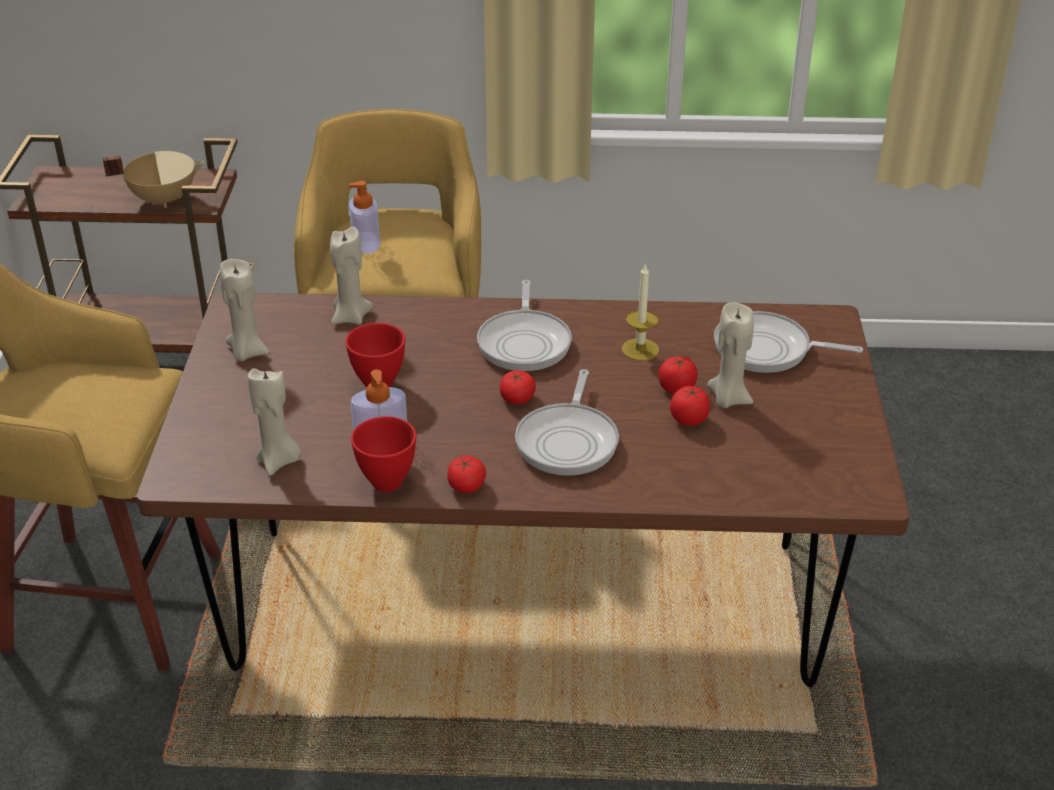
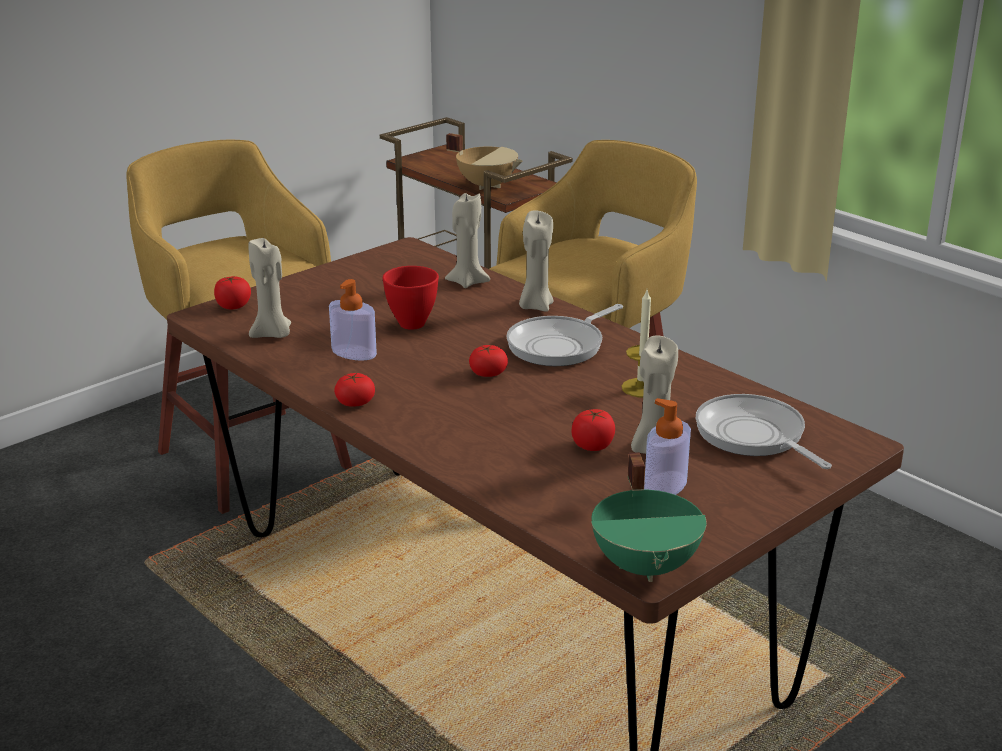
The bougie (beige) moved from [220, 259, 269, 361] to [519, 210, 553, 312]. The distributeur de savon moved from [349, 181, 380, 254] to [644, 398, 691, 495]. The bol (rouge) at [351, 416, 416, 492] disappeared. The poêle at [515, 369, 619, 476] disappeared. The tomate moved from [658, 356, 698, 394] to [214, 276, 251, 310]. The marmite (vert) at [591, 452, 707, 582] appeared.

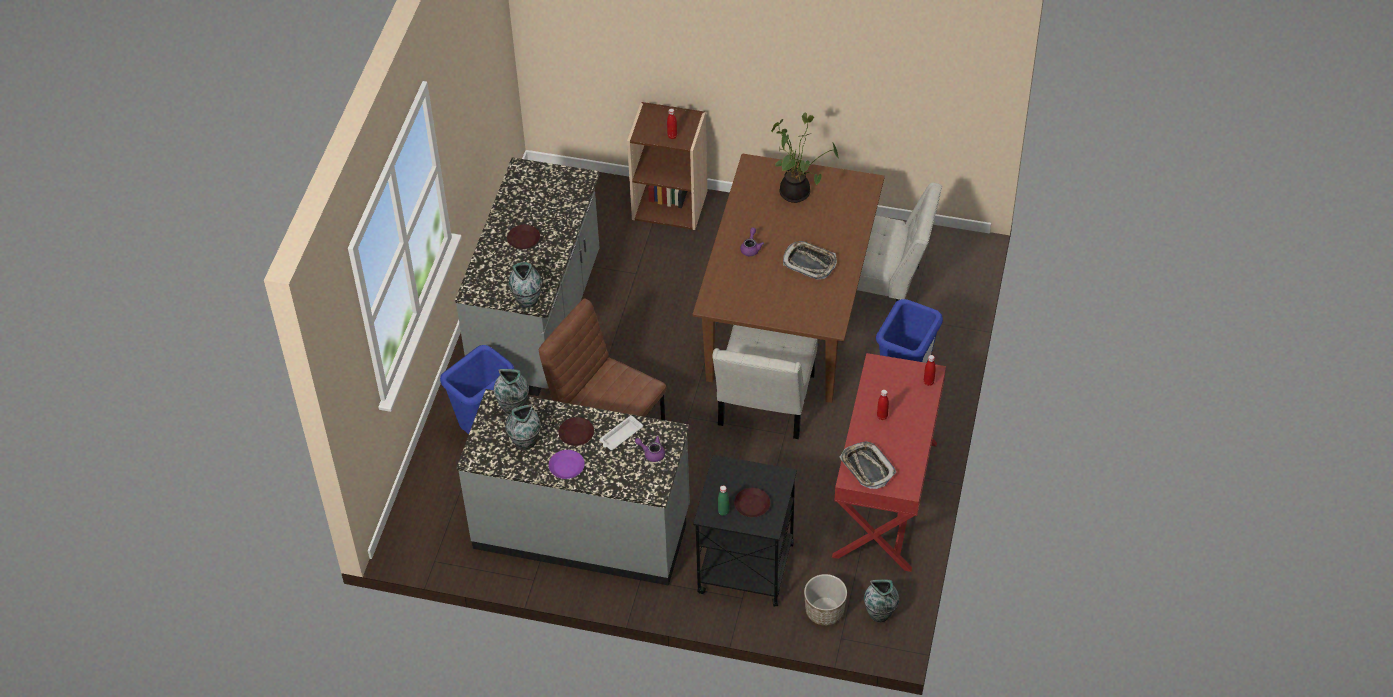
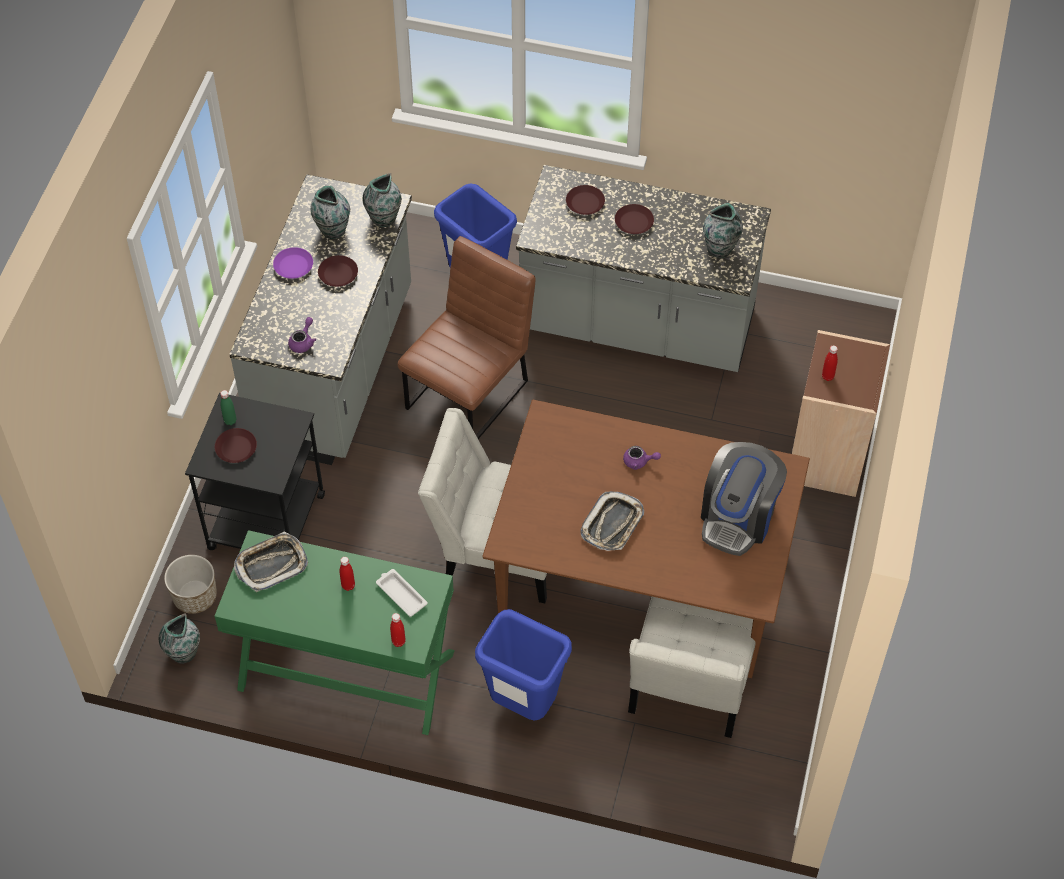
The vase moved from [508, 262, 542, 308] to [703, 203, 743, 258]. The plateau (blanc) moved from [599, 415, 643, 450] to [376, 569, 428, 617]. The plante en pot at [771, 113, 839, 203] was replaced by the machine à café at [701, 442, 787, 556]. The bureau (rouge) at [832, 353, 946, 572] became the bureau (vert) at [214, 530, 455, 735]. The assiette (marron) at [566, 185, 605, 215] appeared.

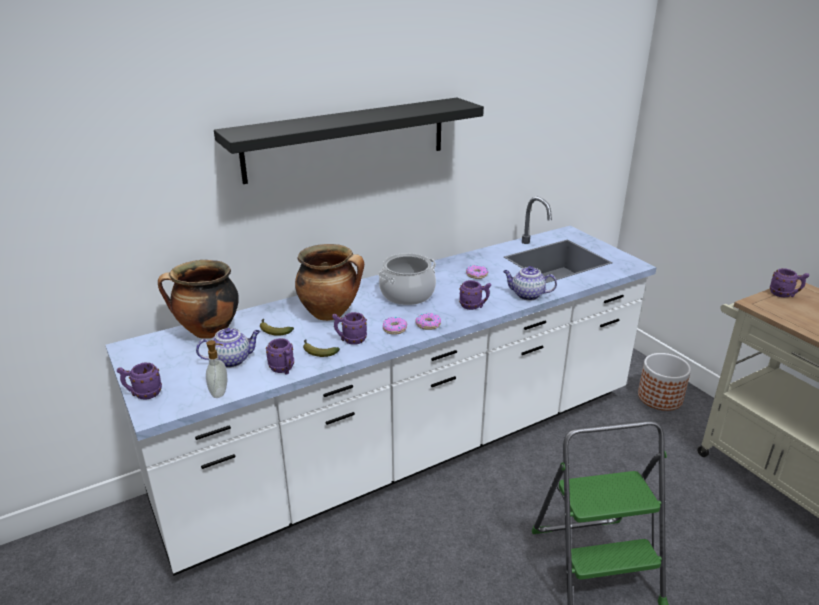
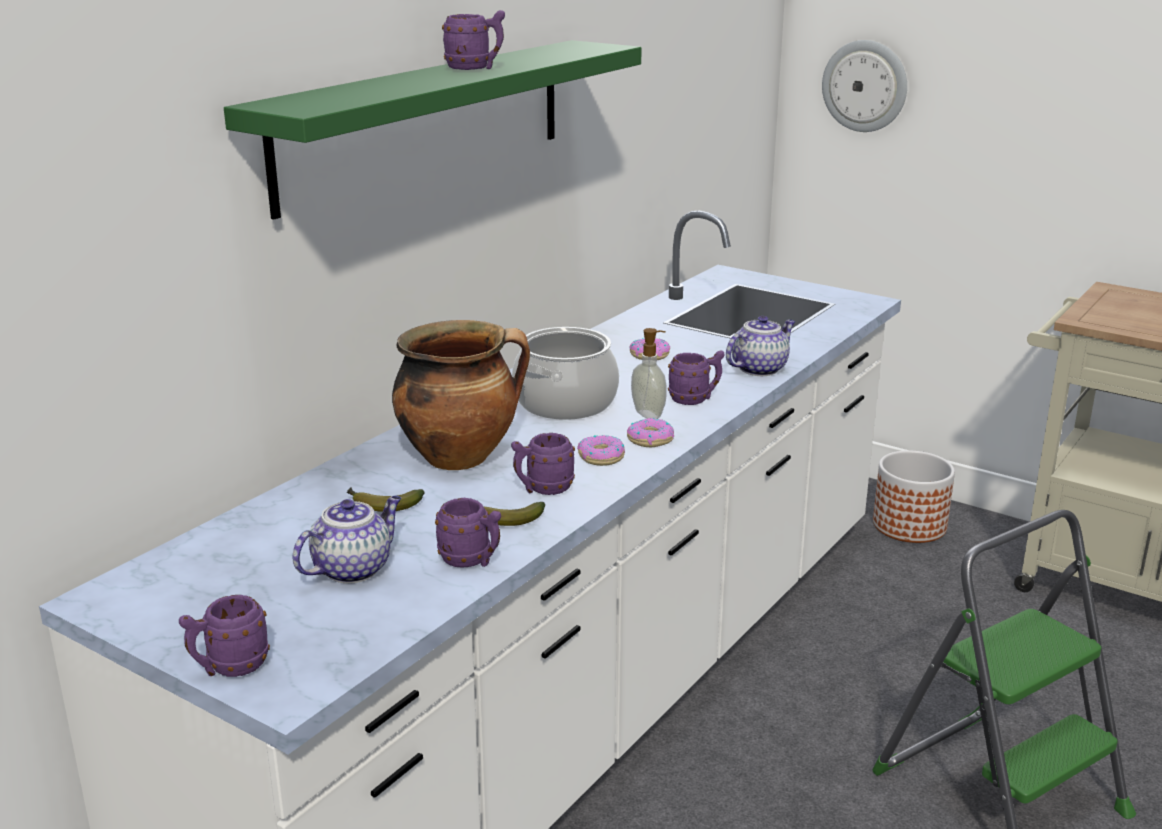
The marmite at [158, 260, 239, 339] disappeared. The distributeur de savon moved from [206, 340, 227, 398] to [631, 328, 667, 419]. The étagère (noir) at [214, 98, 484, 184] became the étagère (vert) at [224, 40, 642, 220]. The théière at [503, 266, 557, 300] turned 150 degrees clockwise. The mug (violet) moved from [770, 268, 809, 297] to [442, 10, 505, 70]. The horloge murale at [822, 40, 907, 132] appeared.

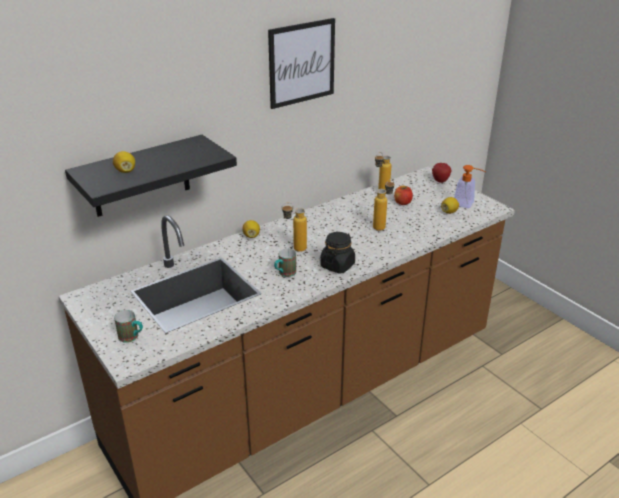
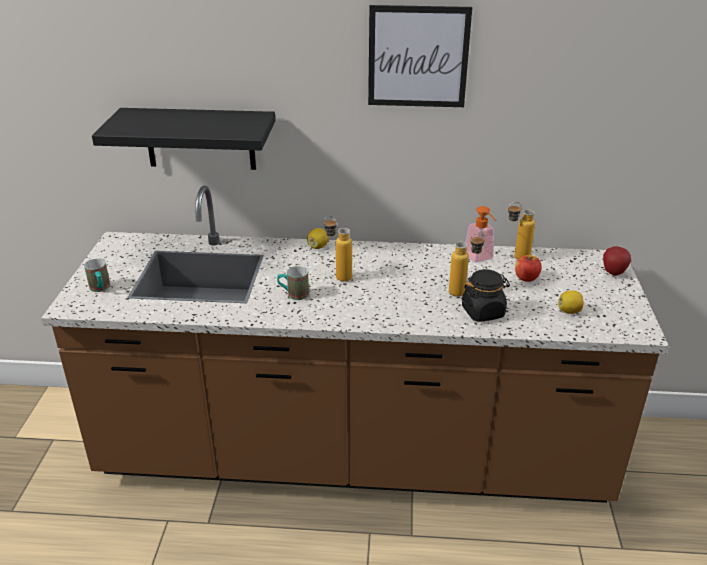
The citron at [113, 151, 135, 173] disappeared. The bocal (noir) moved from [320, 232, 355, 274] to [462, 269, 510, 322]. The distributeur de savon moved from [454, 165, 486, 208] to [465, 206, 496, 263].

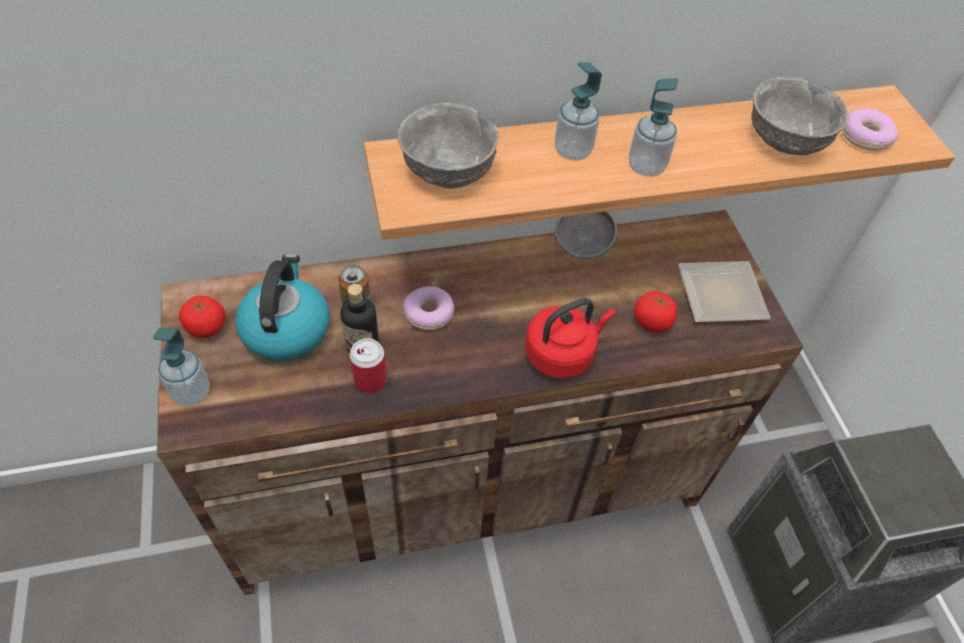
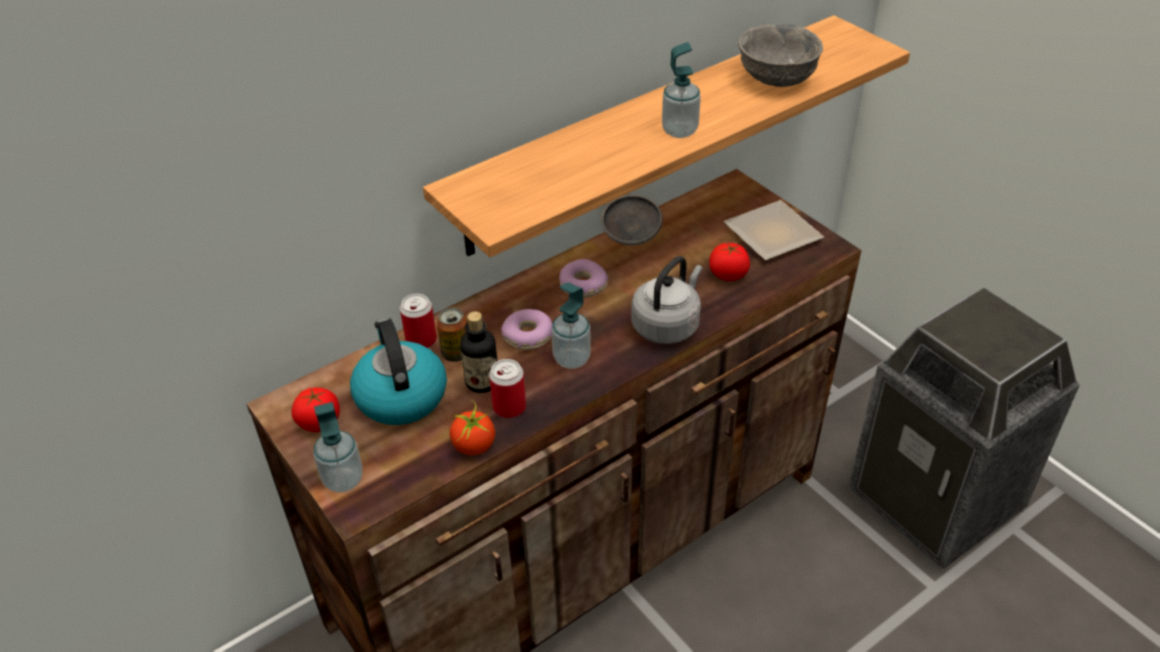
The bol (gris) at [397, 103, 499, 189] disappeared. The bouilloire (rouge) at [525, 298, 616, 378] became the bouilloire (gris) at [631, 256, 702, 344]. The distributeur de savon moved from [555, 62, 602, 161] to [552, 282, 591, 369]. The beignet moved from [842, 109, 898, 151] to [559, 259, 608, 298]. The boîte métallique at [400, 294, 437, 348] appeared. The tomate at [450, 401, 495, 455] appeared.

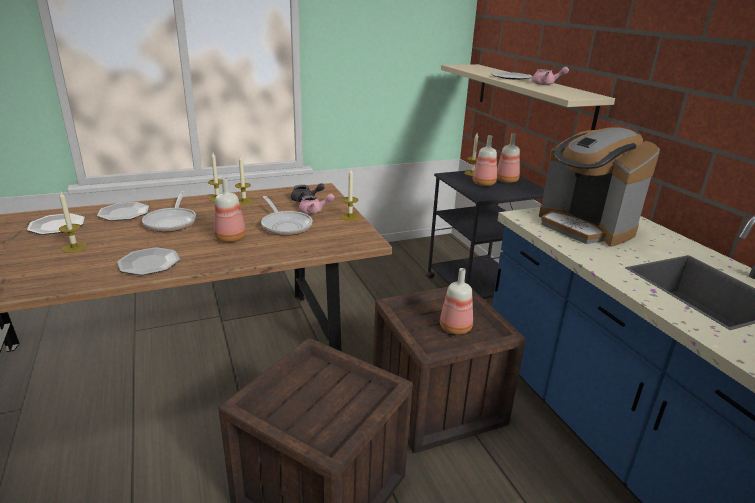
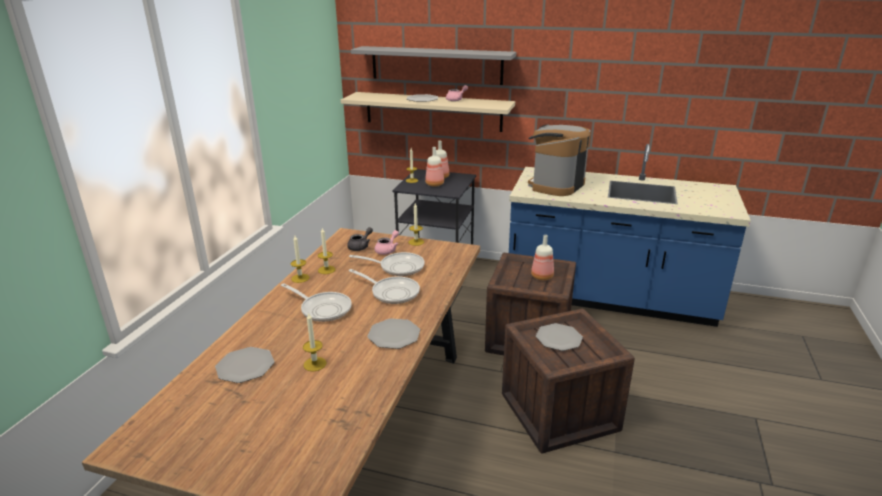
The assiette moved from [97, 202, 149, 221] to [536, 323, 583, 351]. The bouteille at [214, 178, 246, 242] was replaced by the poêle at [349, 269, 420, 304]. The machine à café at [539, 127, 660, 247] turned 120 degrees clockwise. The étagère (gris) at [351, 46, 516, 85] appeared.

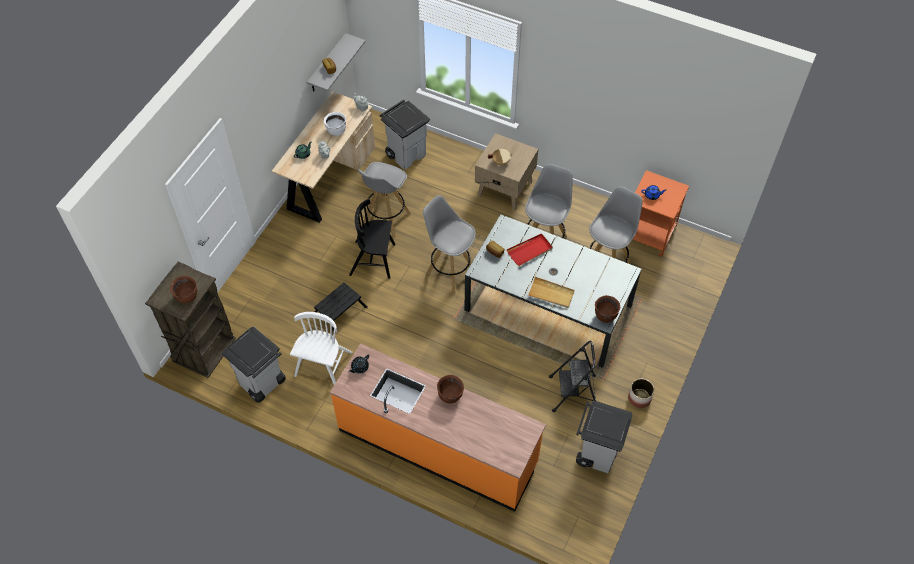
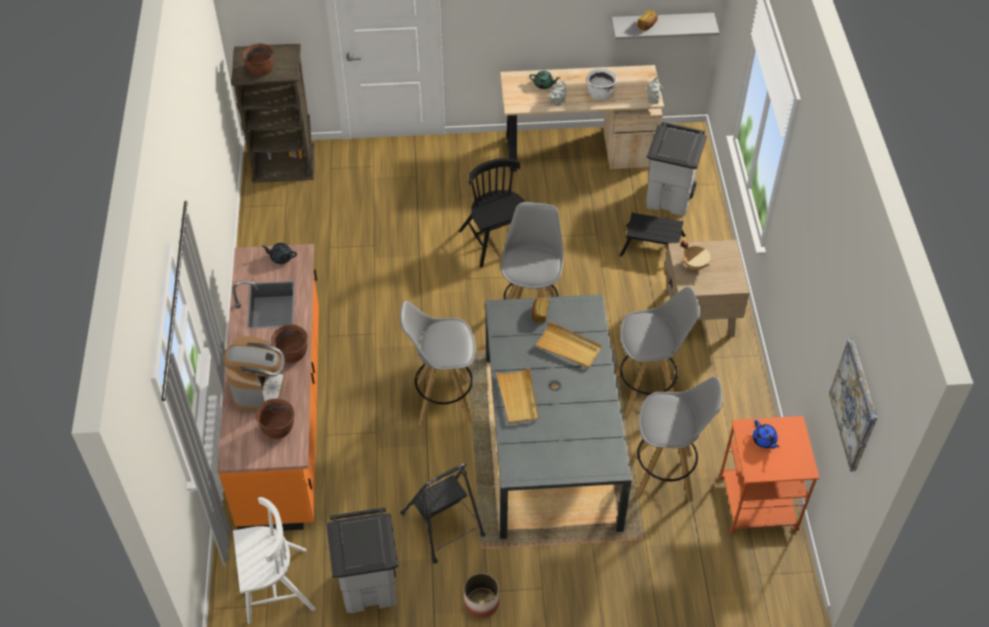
The poubelle (gris) at [222, 326, 286, 403] disappeared. The chaise (blanc) moved from [290, 312, 352, 385] to [233, 497, 316, 624]. The escabeau (noir) moved from [314, 282, 368, 333] to [619, 212, 686, 257]. The tabouret (gris) moved from [358, 162, 411, 238] to [400, 301, 476, 426]. The plateau (rouge) at [507, 234, 553, 266] became the plateau (beige) at [535, 321, 602, 369]. The marmite (marron) moved from [595, 295, 620, 323] to [256, 398, 294, 439]. The machine à café at [223, 336, 285, 412] appeared. The tableau at [829, 339, 877, 472] appeared.

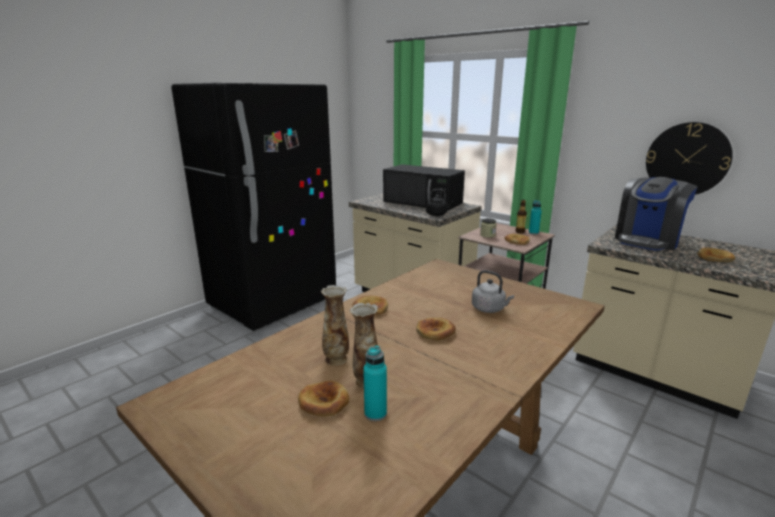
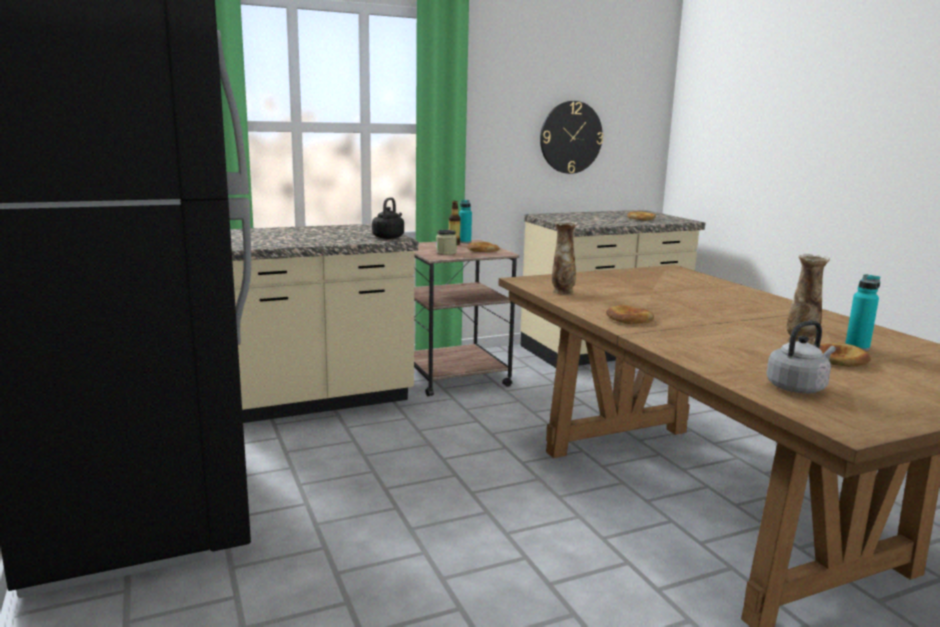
The vase moved from [321, 285, 349, 366] to [552, 221, 578, 295]. The micro-ondes (noir) at [383, 164, 465, 211] disappeared. The pain at [416, 318, 456, 340] disappeared. The bouilloire (gris) moved from [472, 270, 514, 313] to [766, 321, 836, 393]. The machine à café at [615, 177, 697, 251] disappeared.

